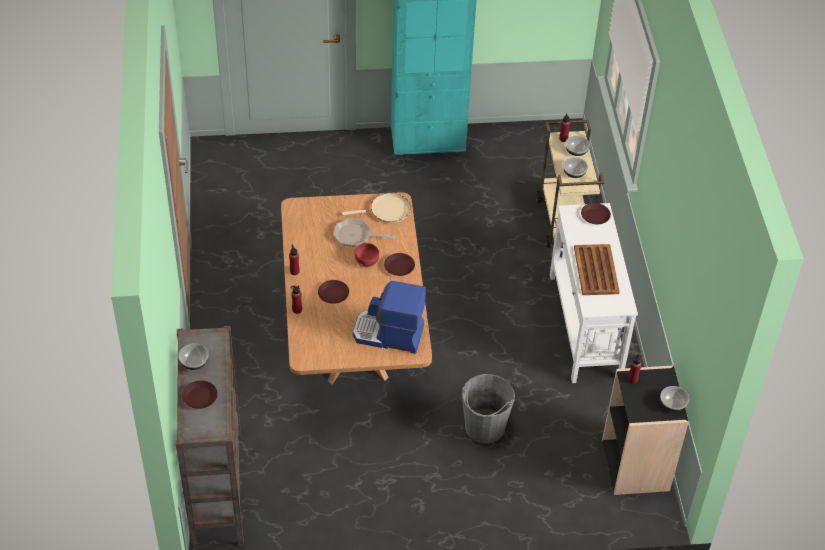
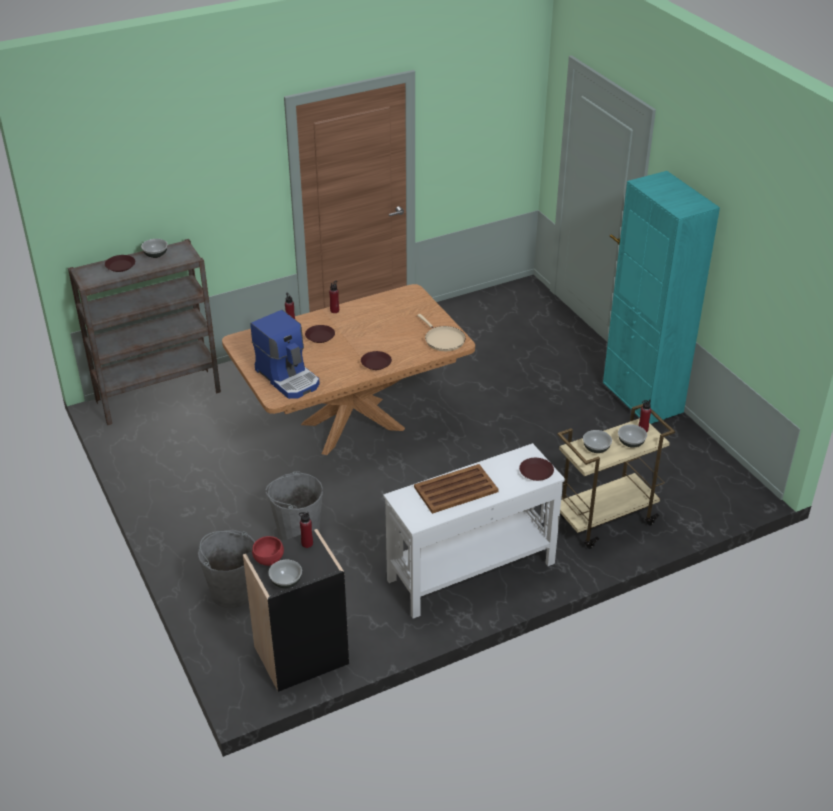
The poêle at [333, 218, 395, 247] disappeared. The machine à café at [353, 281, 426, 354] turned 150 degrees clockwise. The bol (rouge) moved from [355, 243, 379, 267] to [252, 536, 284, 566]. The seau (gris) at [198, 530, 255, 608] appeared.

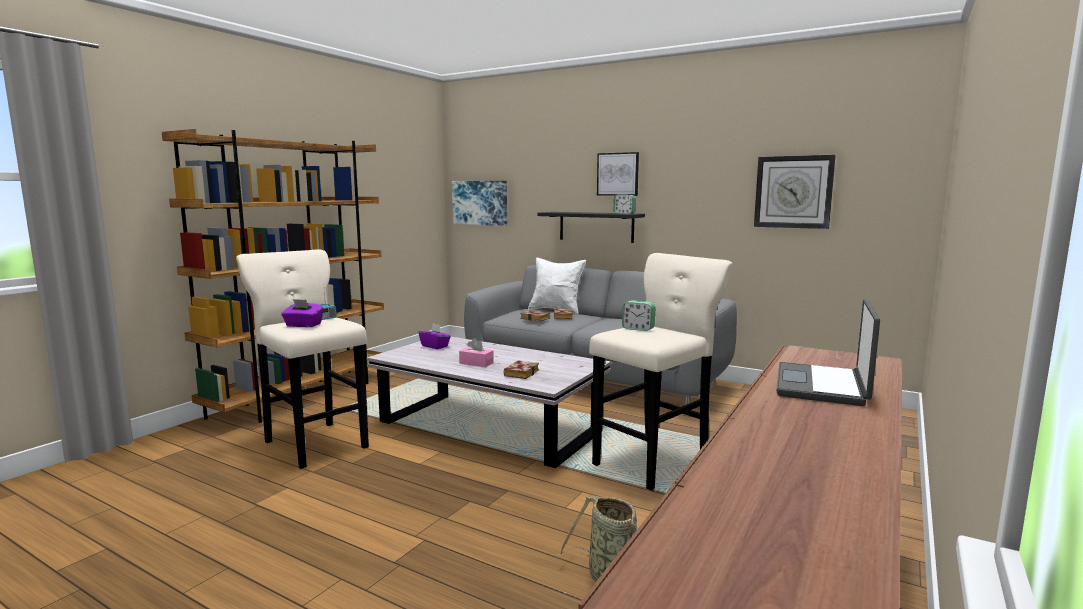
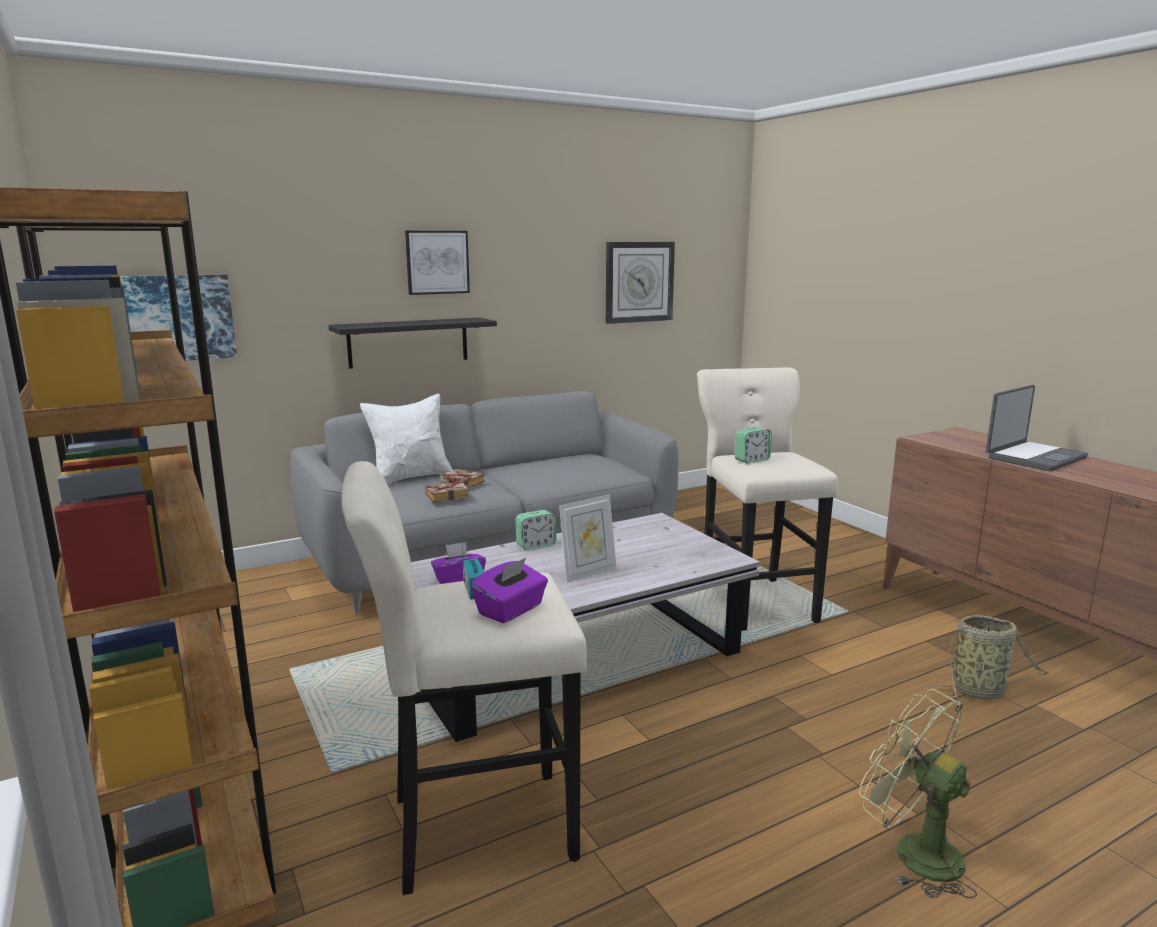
The boîte à mouchoirs (rose) at [459, 338, 494, 367] was replaced by the cadre photo at [559, 494, 616, 583]. The livre at [504, 360, 539, 379] disappeared. The réveil moved from [613, 195, 636, 214] to [515, 510, 556, 550]. The ordinateur portable at [776, 299, 880, 406] turned 90 degrees counterclockwise. The ventilateur (vert) at [859, 689, 977, 899] appeared.

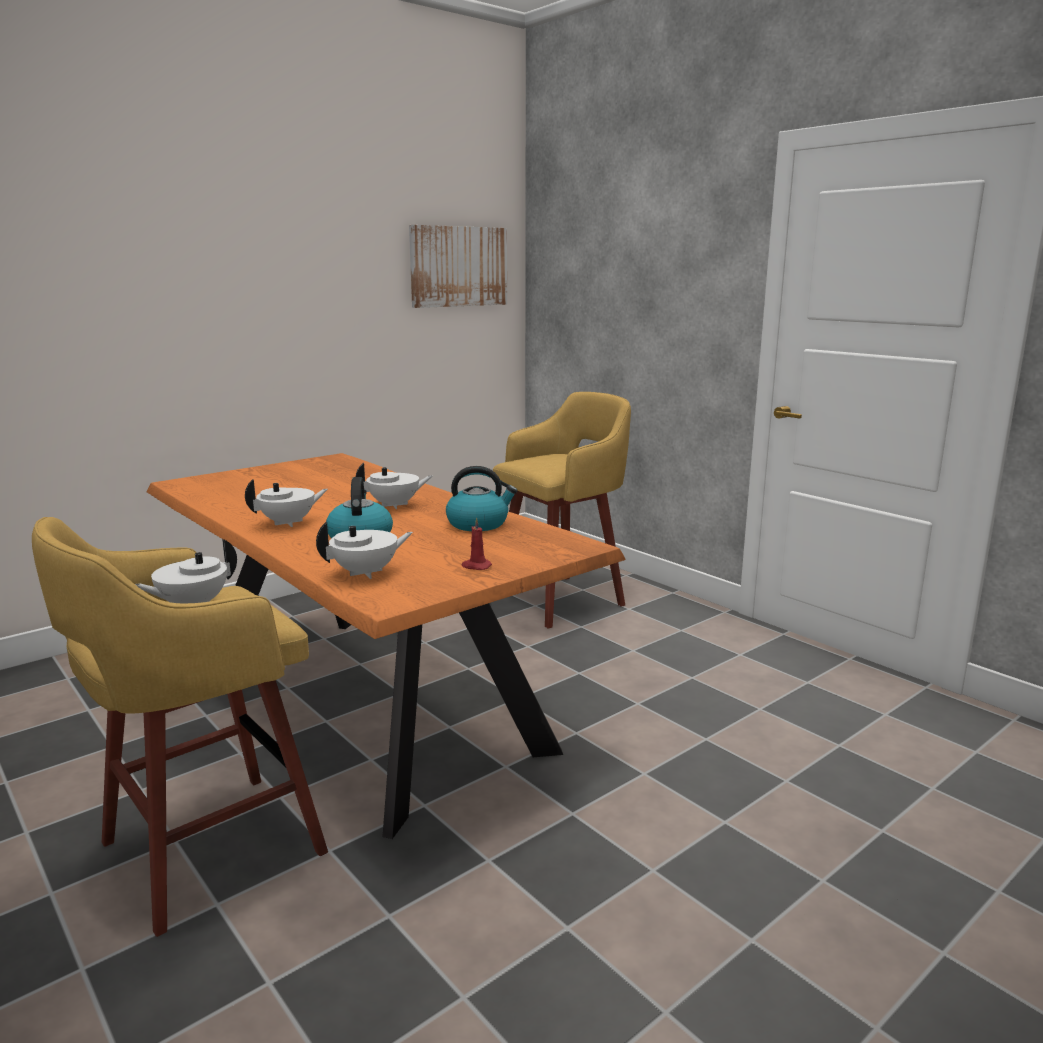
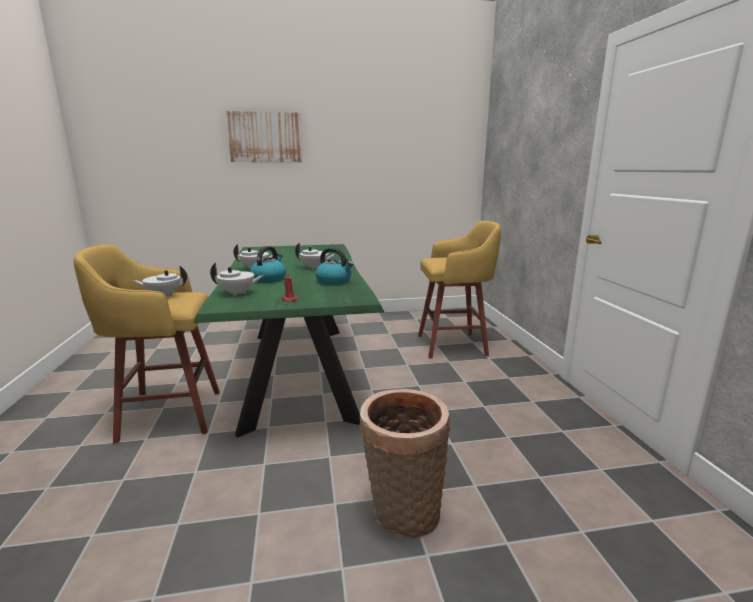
The table à manger (orange) at [147, 453, 626, 839] became the table à manger (vert) at [193, 244, 384, 438]. The tableau moved from [409, 225, 507, 308] to [226, 111, 302, 162]. The panier at [359, 389, 451, 539] appeared.

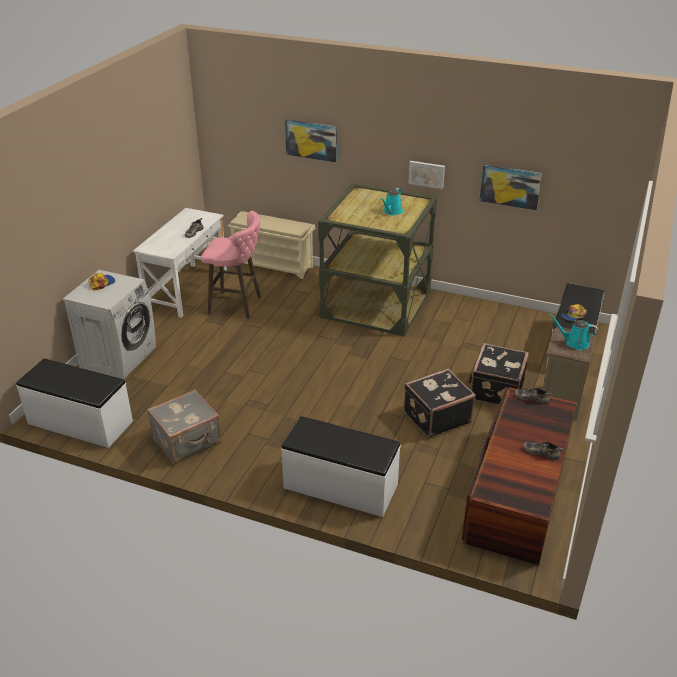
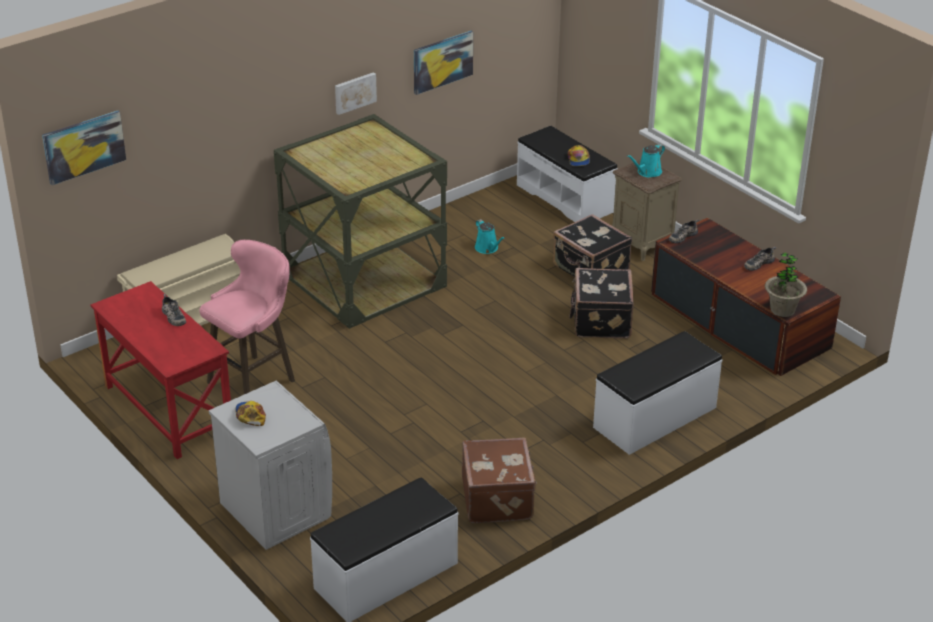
The bureau (blanc) at [133, 208, 227, 318] became the bureau (rouge) at [90, 281, 231, 459]. The valise (gris) at [147, 389, 221, 464] became the valise (marron) at [462, 437, 537, 523]. The tableau moved from [285, 119, 337, 163] to [42, 111, 126, 185]. The arrosoir (turquoise) moved from [381, 188, 403, 215] to [475, 219, 505, 254]. The plante en pot at [765, 252, 807, 317] appeared.

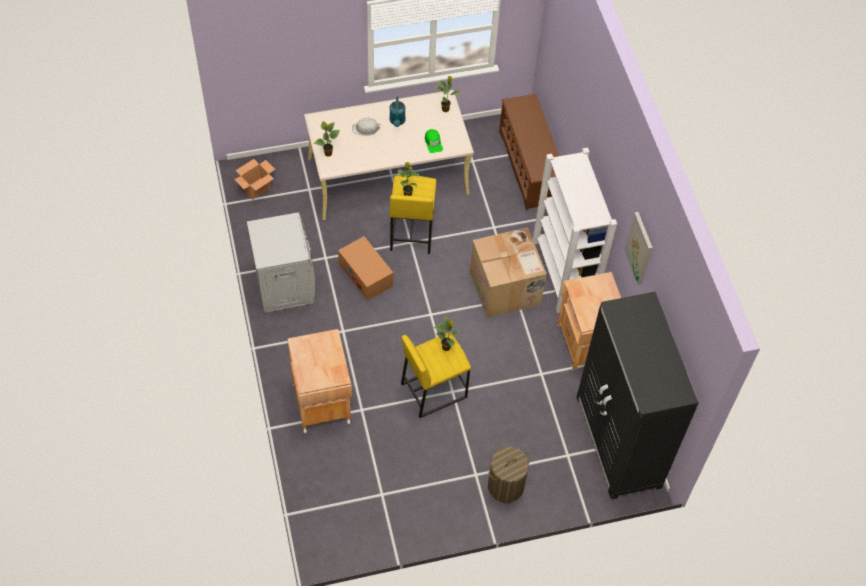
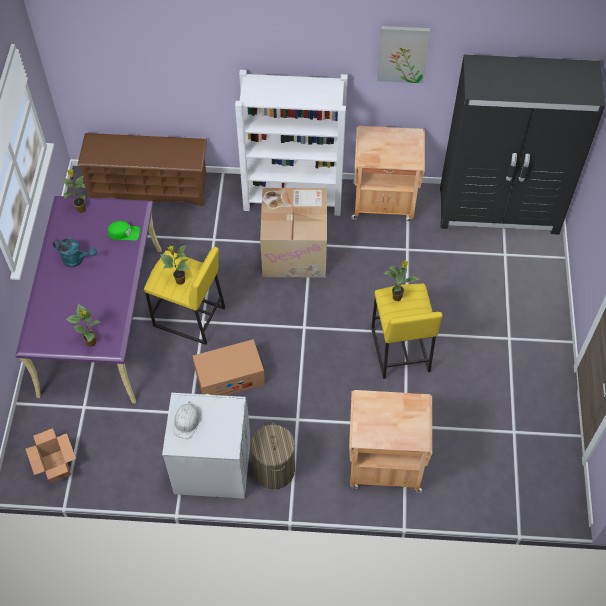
The bureau (beige) at [304, 90, 474, 220] became the bureau (violet) at [15, 196, 162, 403]. The casque de chantier (blanc) moved from [352, 118, 381, 136] to [174, 401, 201, 439]. The panier à linge moved from [488, 447, 531, 503] to [250, 421, 295, 489].

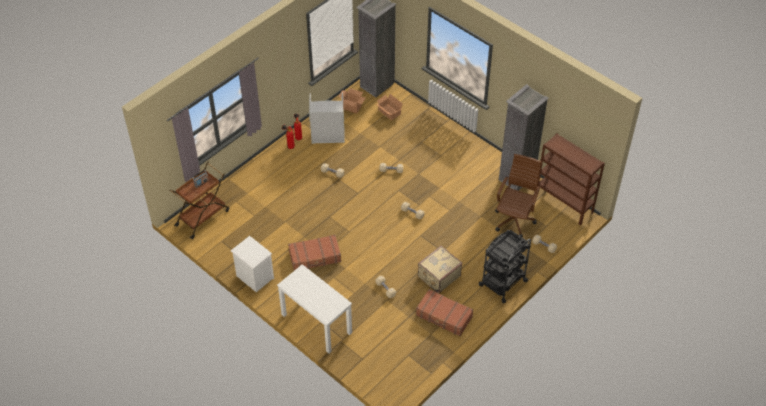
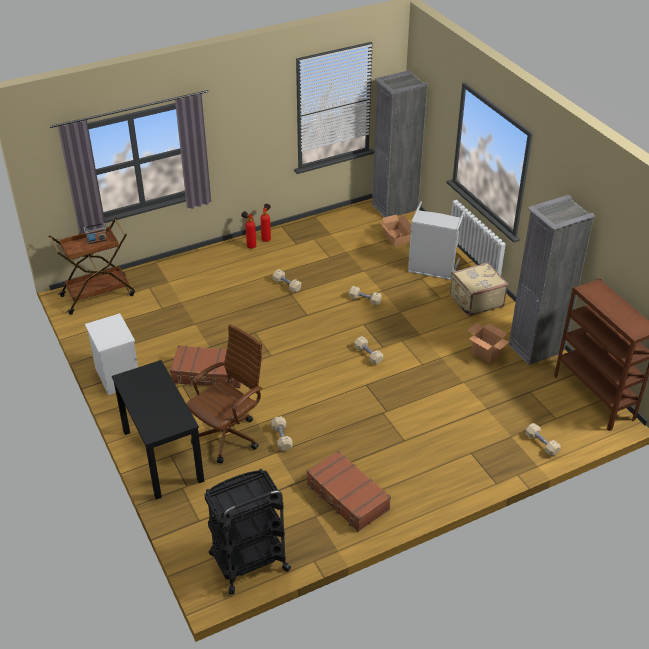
The bureau (blanc) at [277, 264, 352, 354] became the bureau (noir) at [112, 360, 204, 500]. The panier à linge (gris) moved from [309, 92, 345, 144] to [408, 201, 465, 280]. The carton moved from [338, 88, 366, 114] to [468, 323, 509, 364]. The valise (beige) moved from [418, 246, 462, 293] to [450, 262, 508, 316]. The chariot (noir) moved from [479, 230, 531, 303] to [204, 469, 291, 594]. The chaise de bureau (marron) moved from [495, 154, 541, 238] to [186, 324, 263, 463].

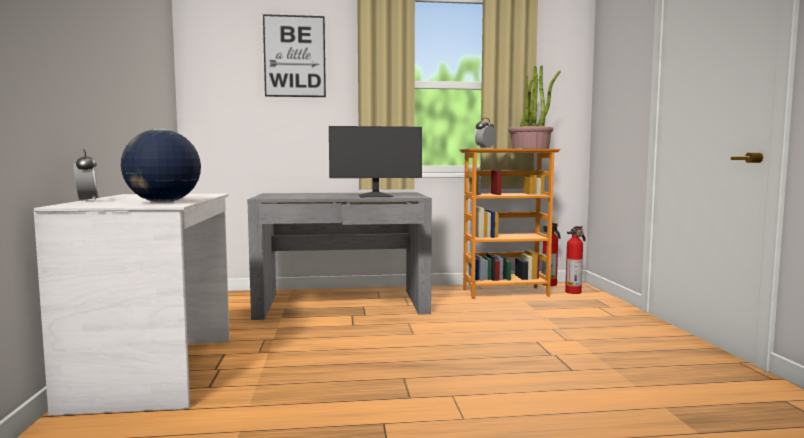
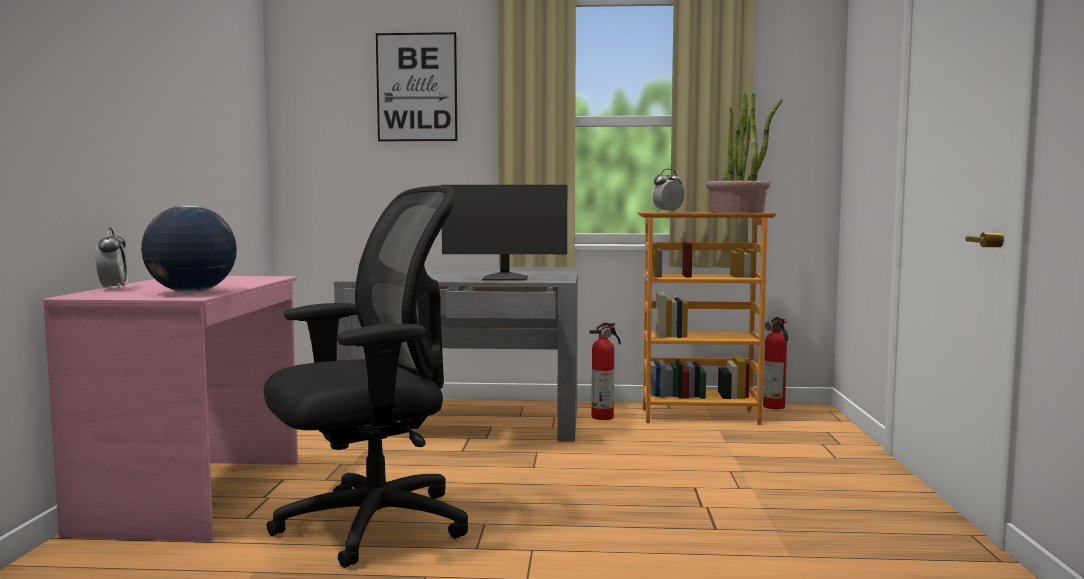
The bureau (blanc) at [34, 194, 230, 416] became the bureau (rose) at [43, 276, 298, 542]. The extincteur moved from [565, 226, 586, 294] to [589, 323, 621, 420]. The chaise de bureau (noir) at [263, 186, 468, 568] appeared.

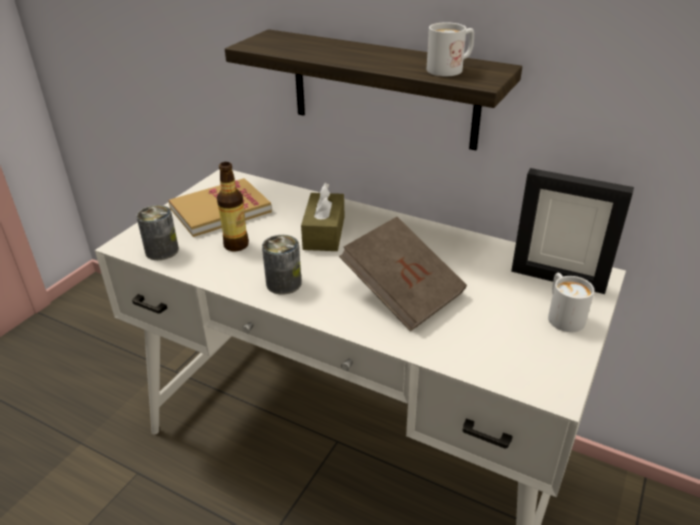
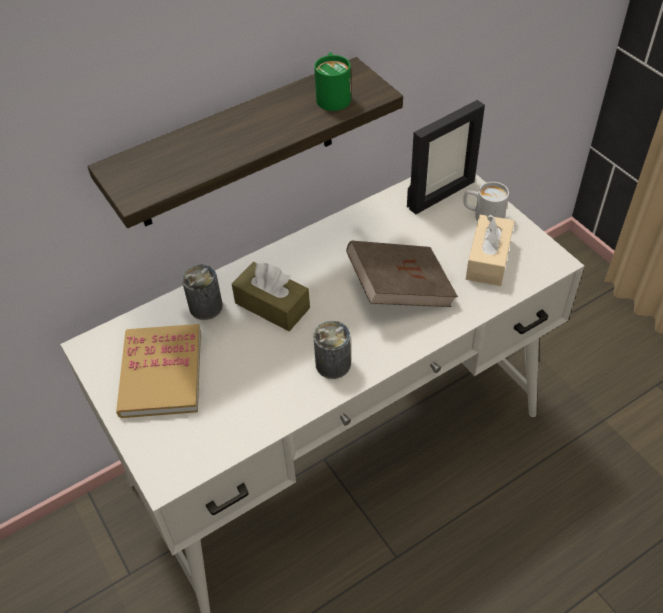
The boîte métallique moved from [136, 205, 179, 260] to [182, 264, 223, 320]. The bouteille at [217, 162, 249, 251] disappeared. The mug (blanc) at [427, 22, 474, 76] became the mug (vert) at [314, 52, 351, 111]. The boîte à mouchoirs (beige) at [466, 214, 514, 286] appeared.

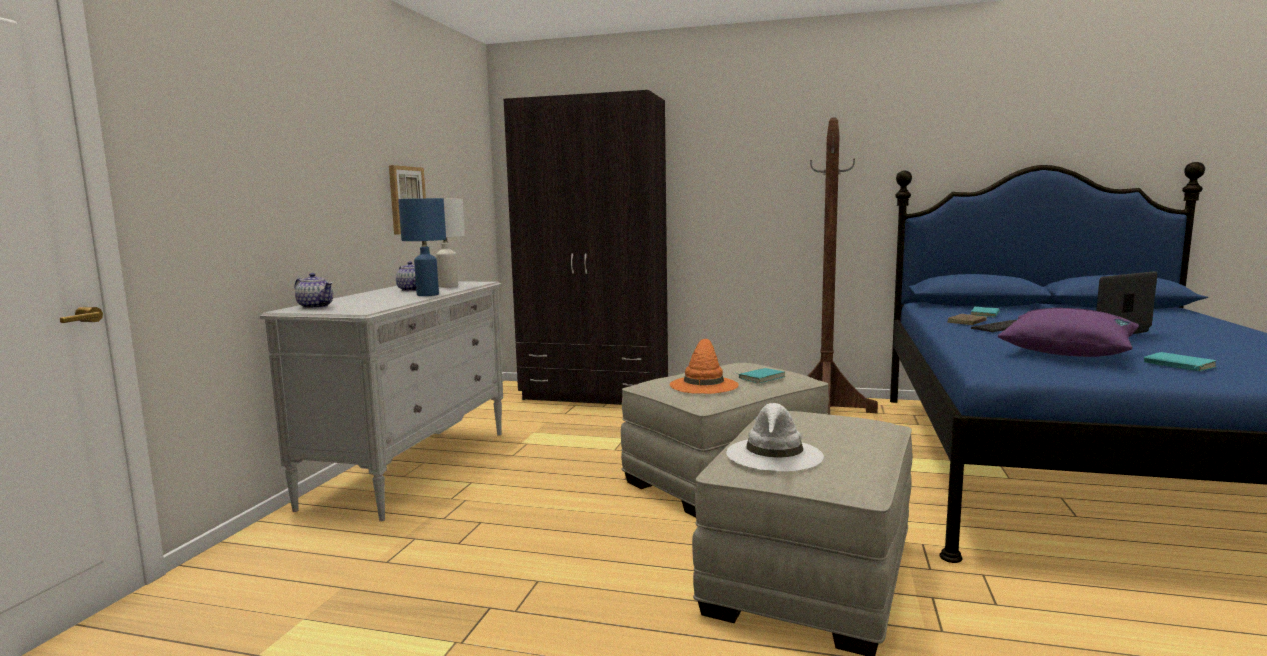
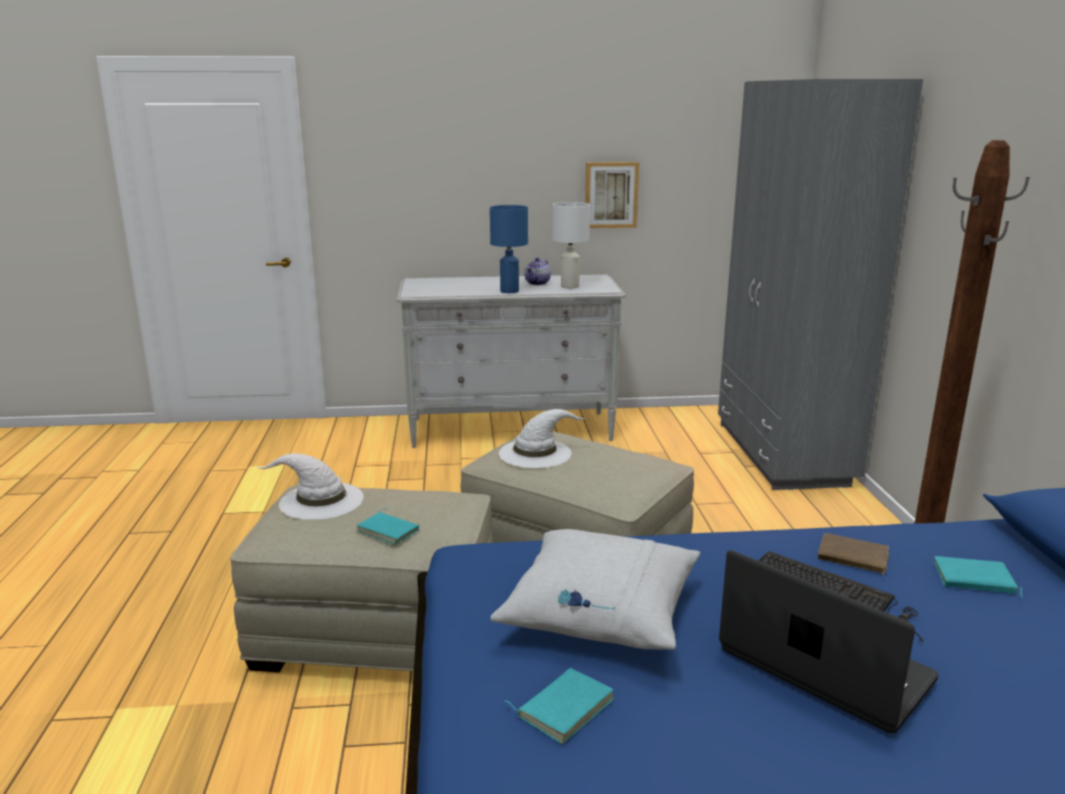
The théière at [295, 273, 333, 309] disappeared. The armoire (marron) at [504, 90, 668, 405] became the armoire (gris) at [718, 79, 924, 490]. The chapeau (orange) at [670, 339, 738, 394] became the chapeau (blanc) at [499, 409, 588, 468]. The livre (turquoise) moved from [737, 368, 785, 383] to [357, 508, 419, 545]. The coussin (violet) at [998, 308, 1139, 357] became the coussin (gris) at [490, 529, 700, 650].

